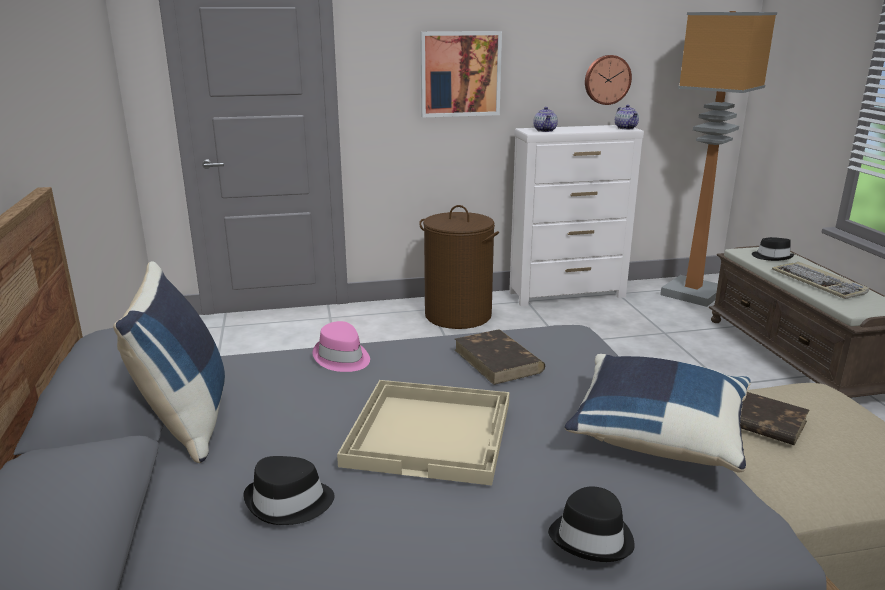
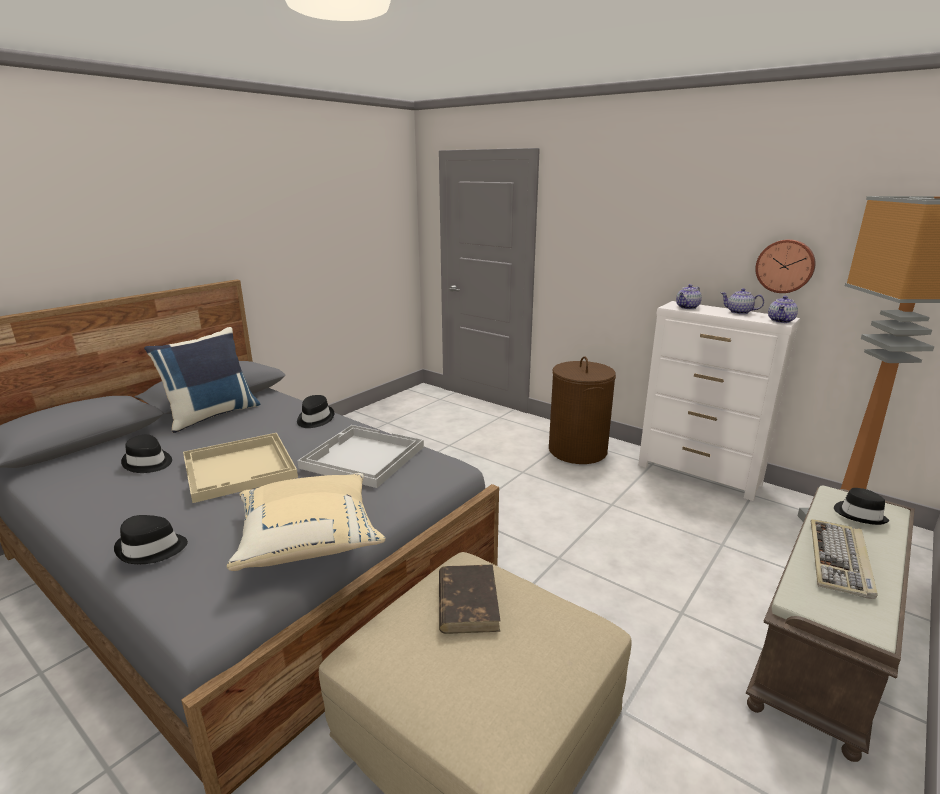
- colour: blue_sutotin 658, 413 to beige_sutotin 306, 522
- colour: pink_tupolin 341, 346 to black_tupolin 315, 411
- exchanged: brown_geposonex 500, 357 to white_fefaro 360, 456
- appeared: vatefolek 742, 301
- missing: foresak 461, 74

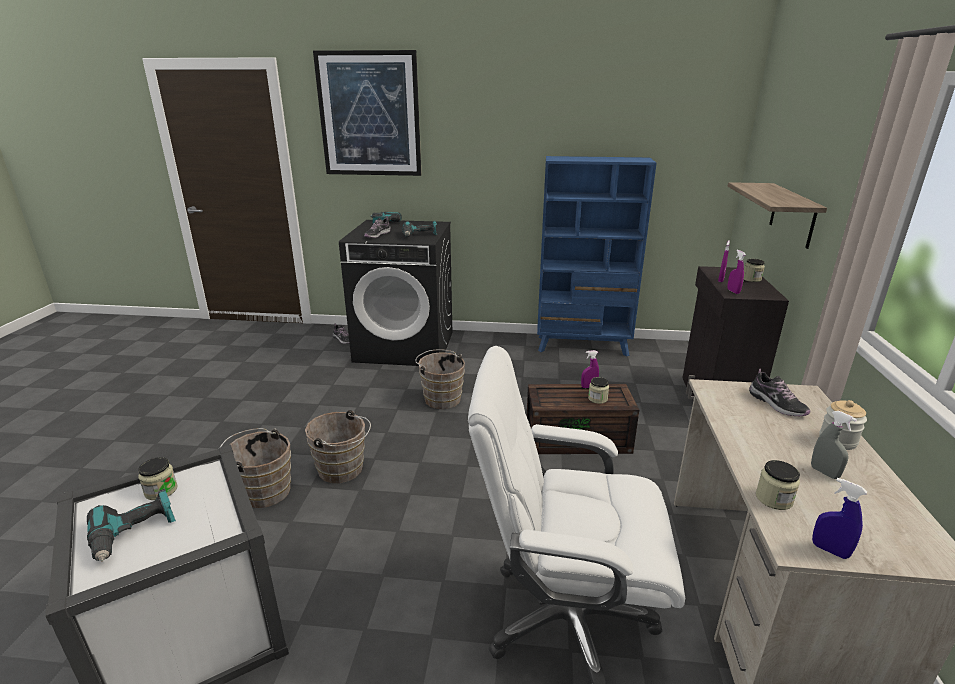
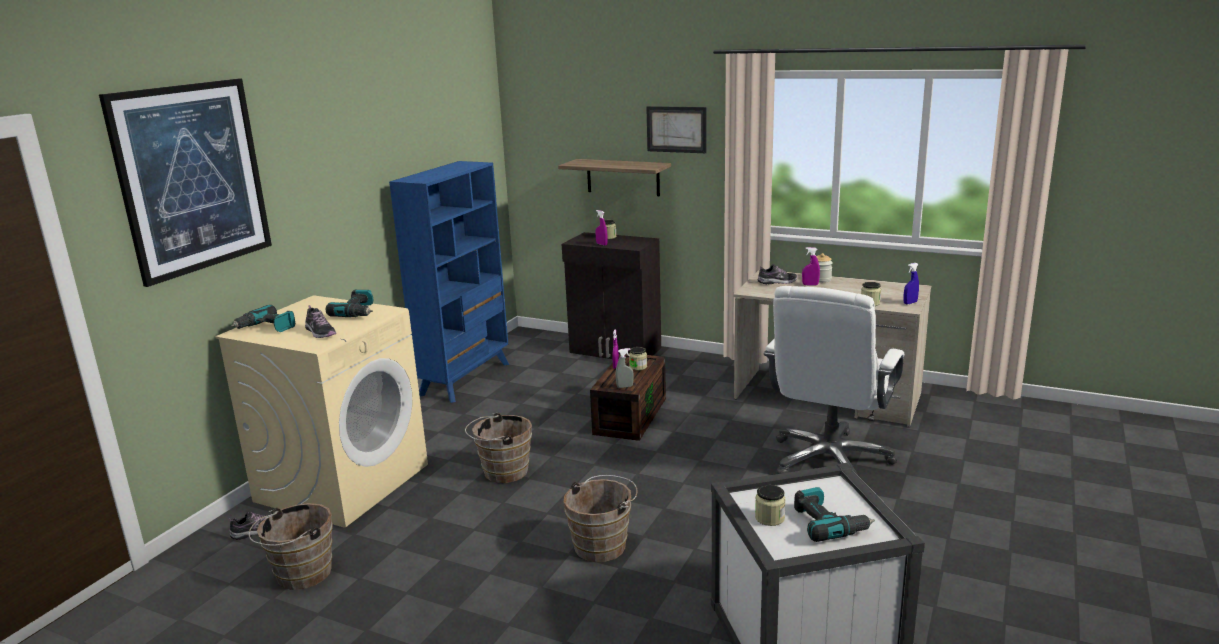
- colour: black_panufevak 395, 293 to beige_panufevak 321, 411
- relocated: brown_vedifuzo 255, 468 to 291, 546
- relocated: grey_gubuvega 834, 445 to 625, 368
- appeared: foresak 676, 129
- relocated: purple_gubuvega 736, 272 to 811, 266

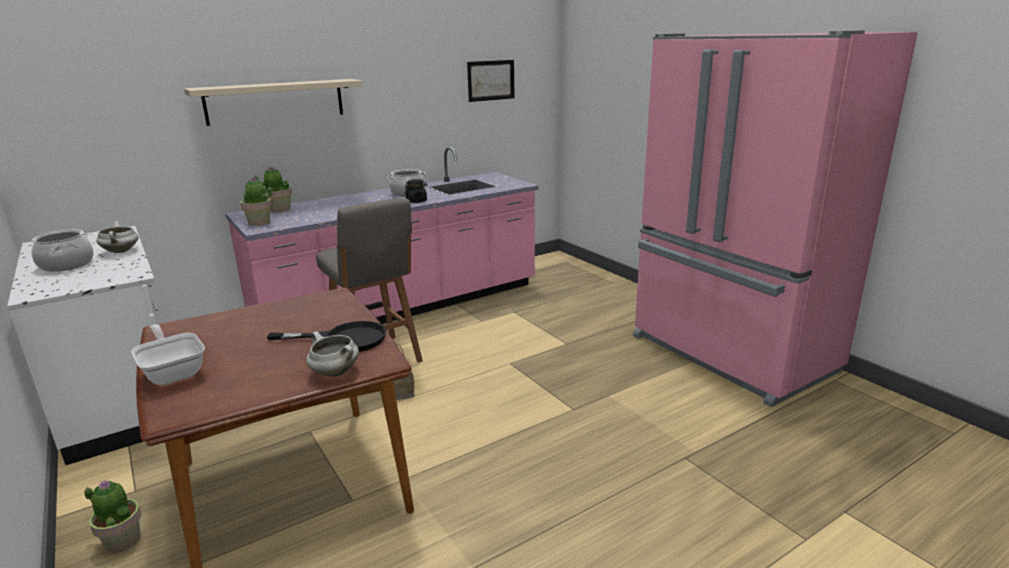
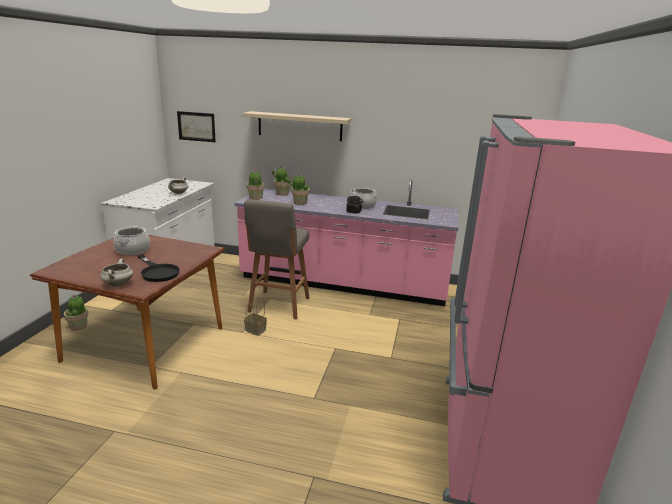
- relocated: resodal 62, 251 to 131, 241
- relocated: foresak 491, 81 to 196, 126
- appeared: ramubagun 298, 189
- missing: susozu 168, 354

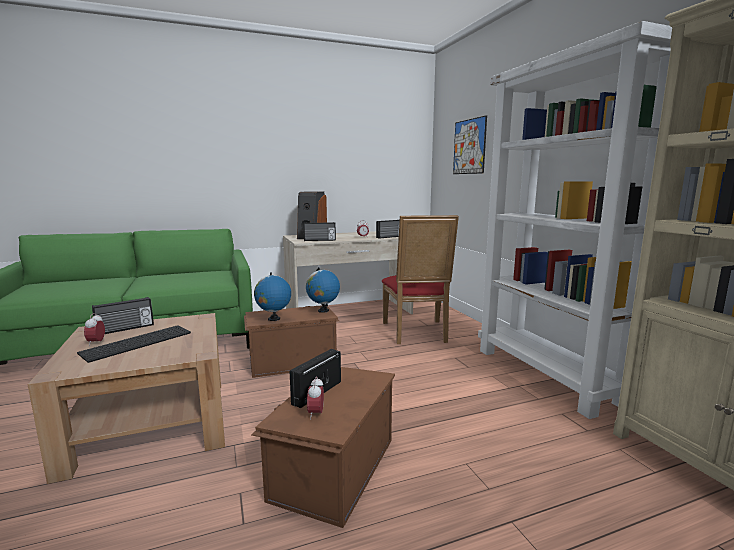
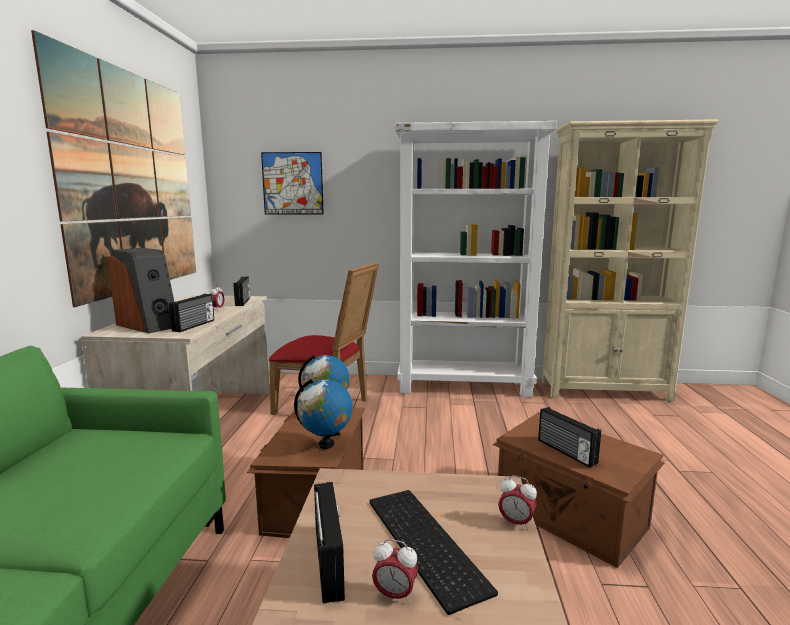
- appeared: foresak 113, 168
- relocated: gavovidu 315, 398 to 517, 502

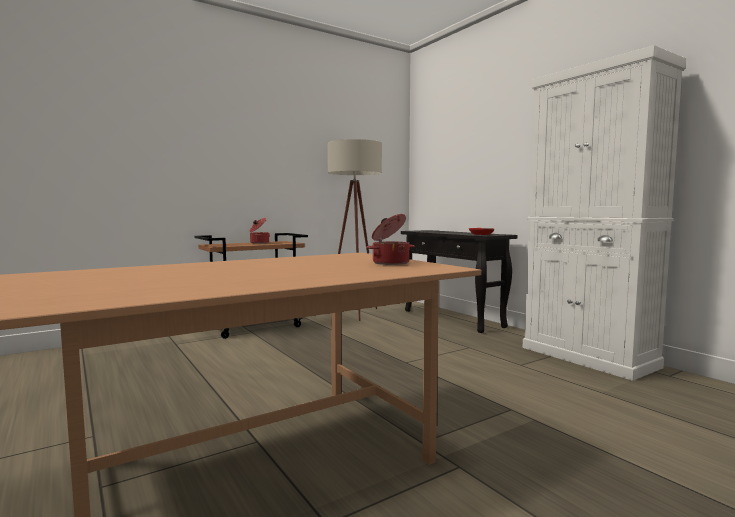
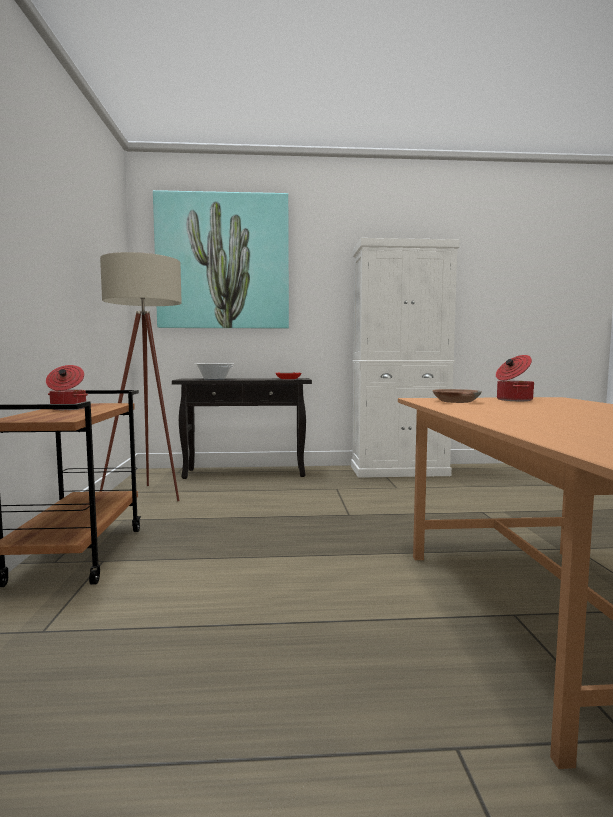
- appeared: foresak 221, 259
- appeared: resodal 214, 371
- appeared: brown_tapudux 457, 396

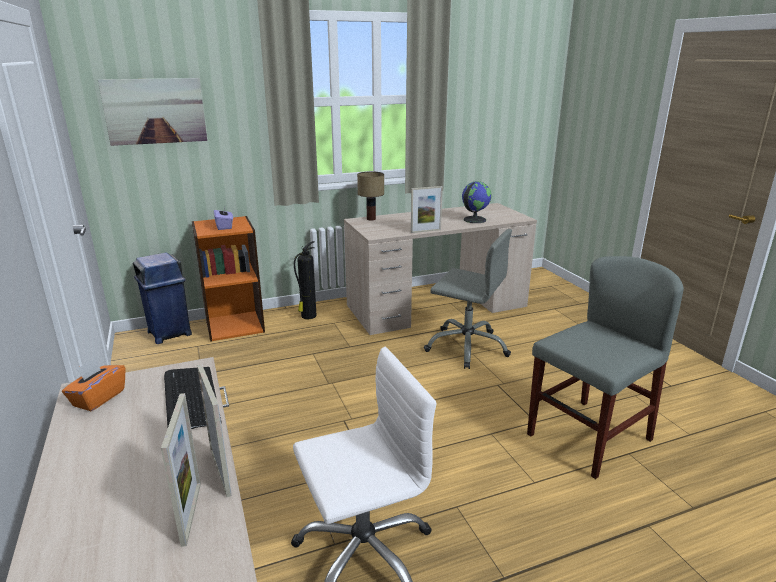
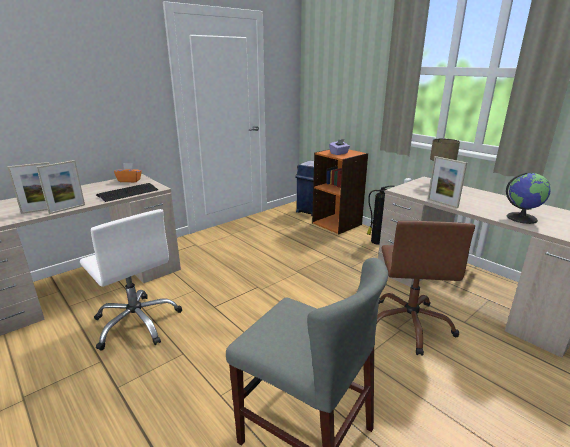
- colour: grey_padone 468, 299 to brown_padone 425, 288
- missing: foresak 152, 112

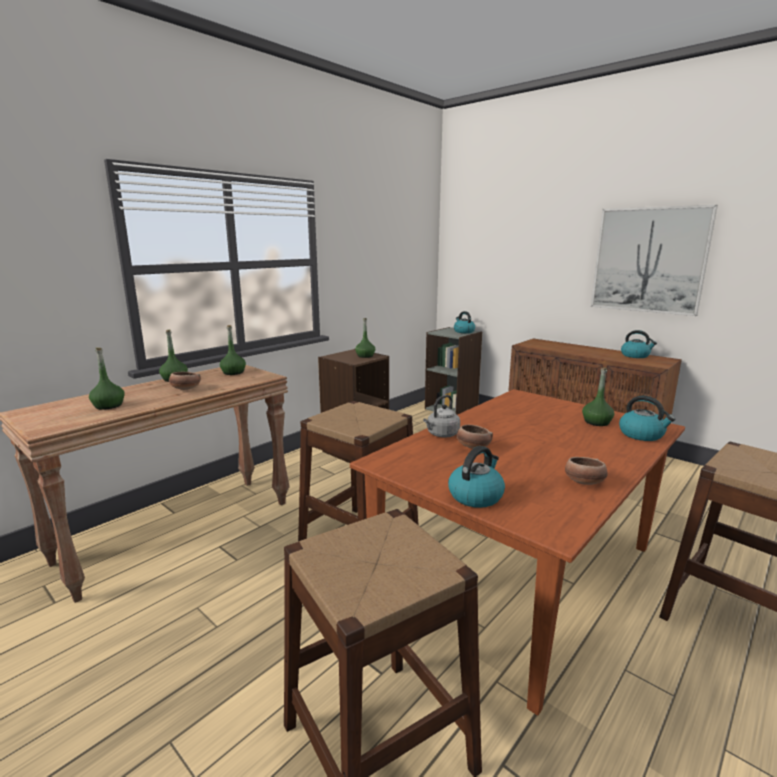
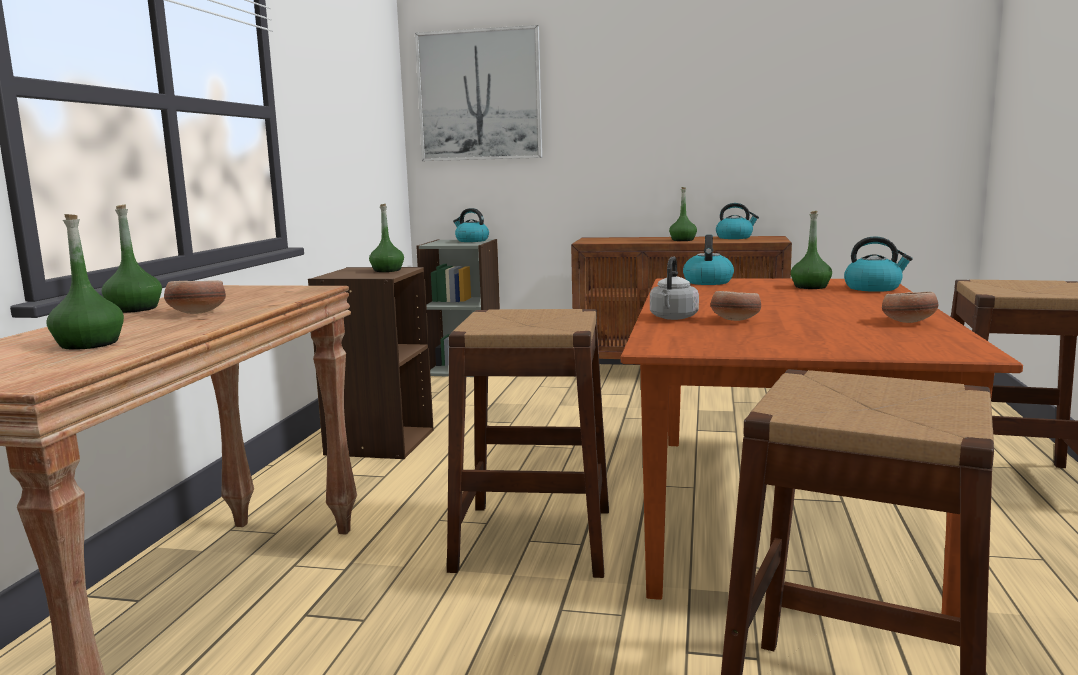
- relocated: foresak 654, 260 to 478, 93
- relocated: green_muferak 233, 350 to 683, 214
- relocated: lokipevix 476, 477 to 708, 260

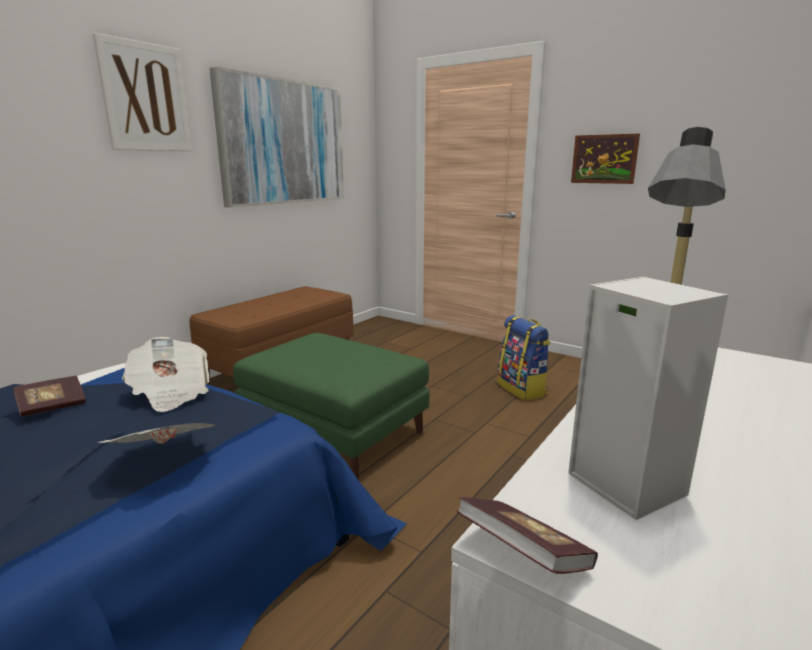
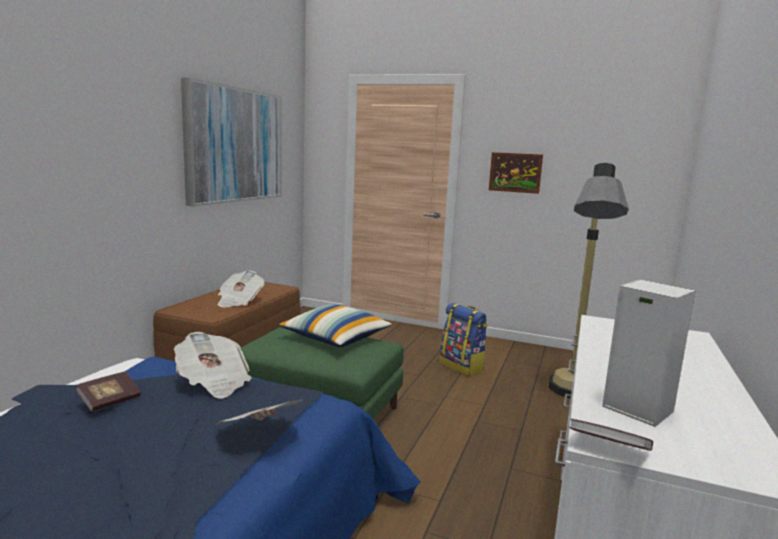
- appeared: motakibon 241, 289
- appeared: sutotin 335, 325
- missing: foresak 142, 92

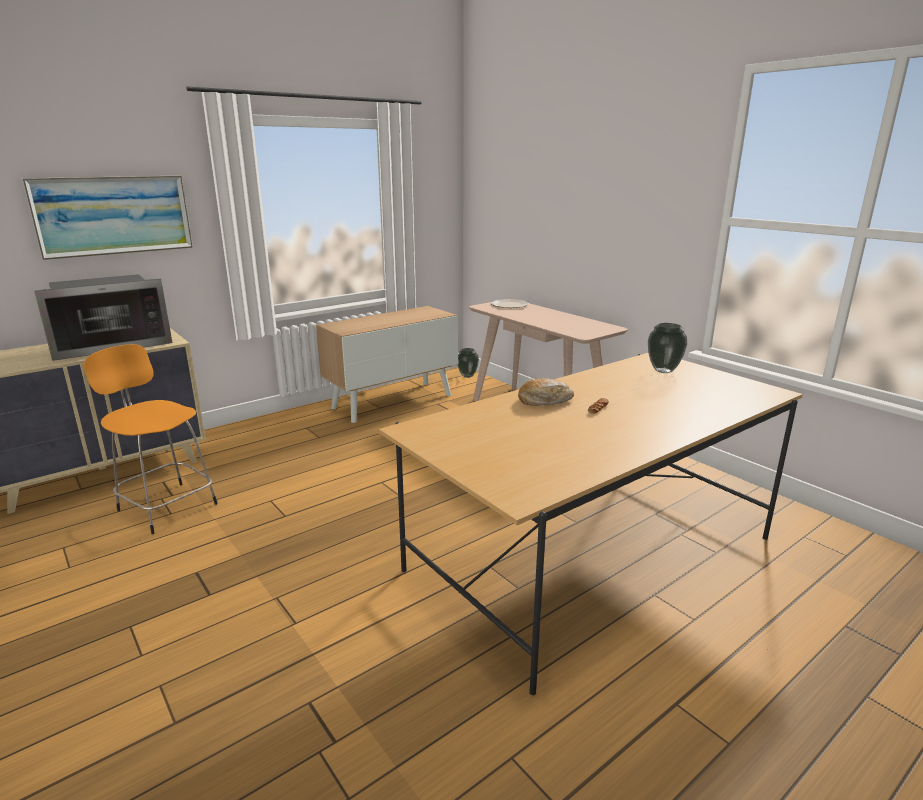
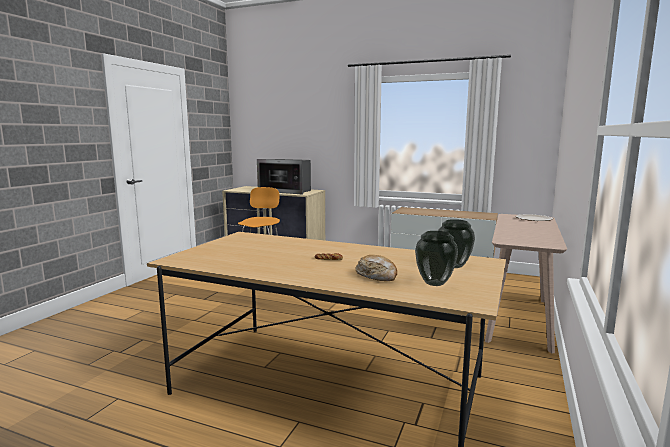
- relocated: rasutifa 546, 392 to 376, 268
- relocated: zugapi 468, 363 to 436, 258
- missing: foresak 107, 218

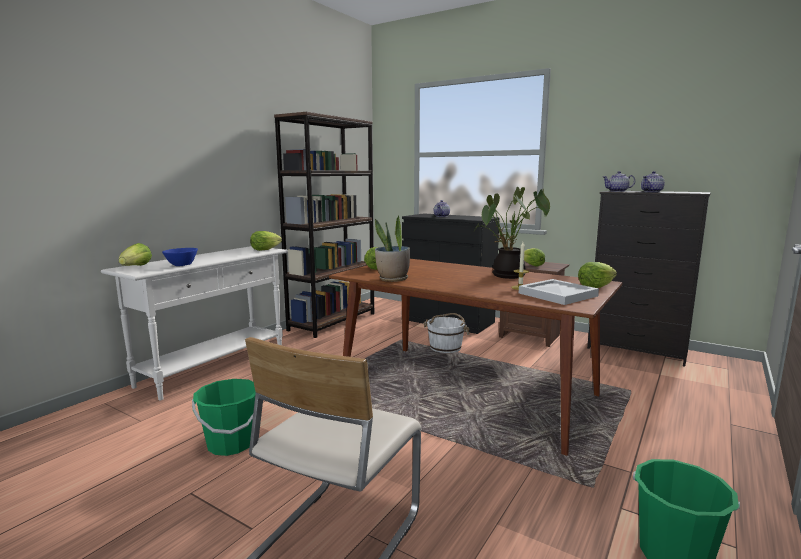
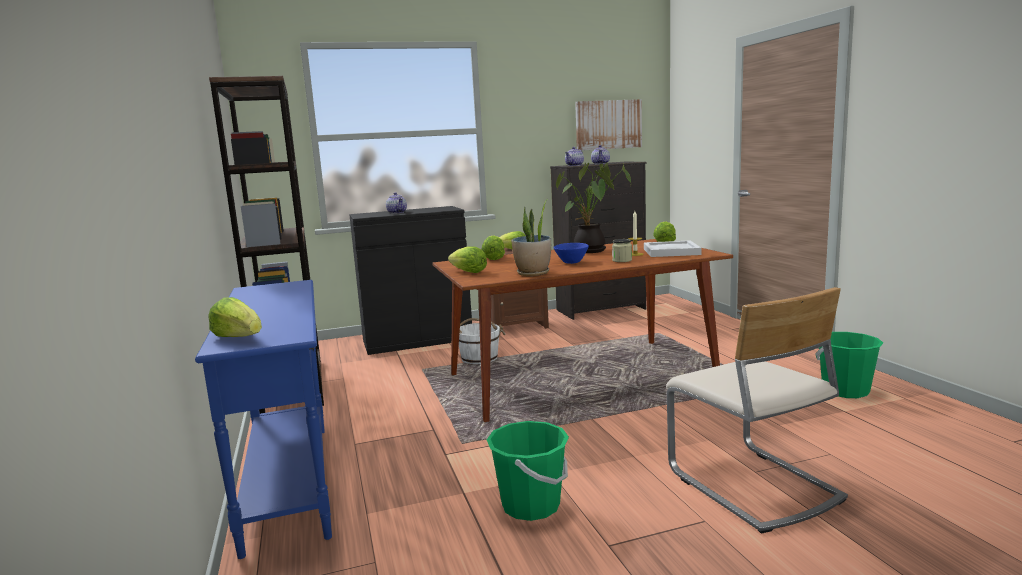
- colour: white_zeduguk 194, 323 to blue_zeduguk 263, 419
- relocated: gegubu 266, 241 to 493, 247
- relocated: blue_tapudux 180, 257 to 571, 253
- appeared: foresak 608, 125
- appeared: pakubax 622, 250

